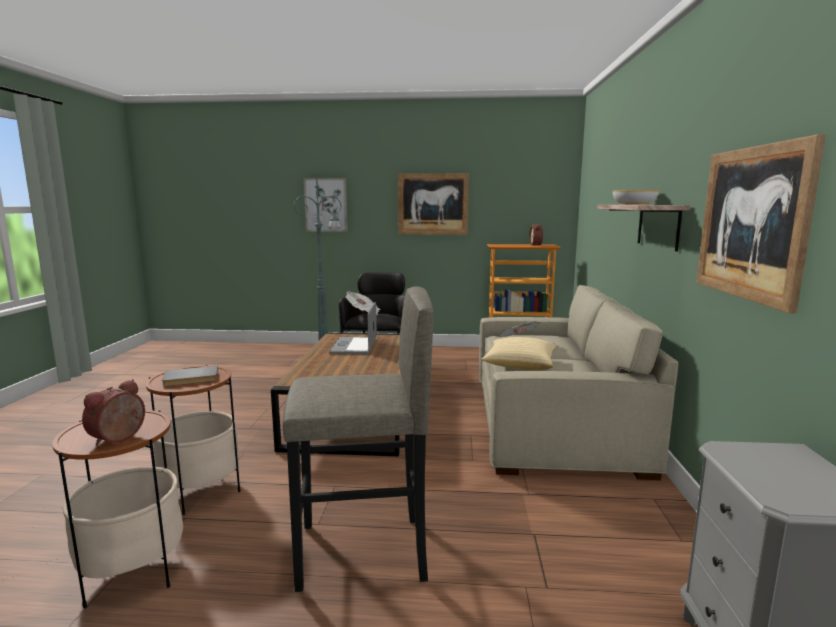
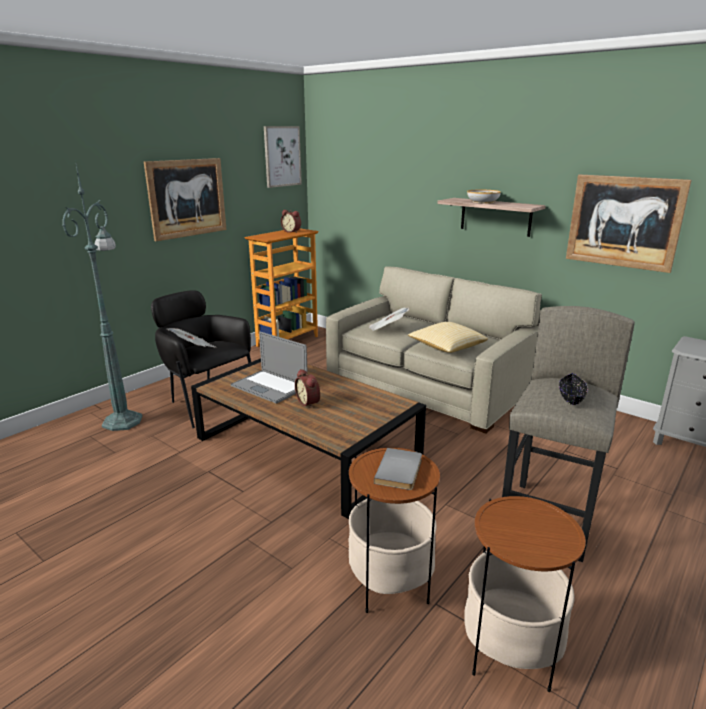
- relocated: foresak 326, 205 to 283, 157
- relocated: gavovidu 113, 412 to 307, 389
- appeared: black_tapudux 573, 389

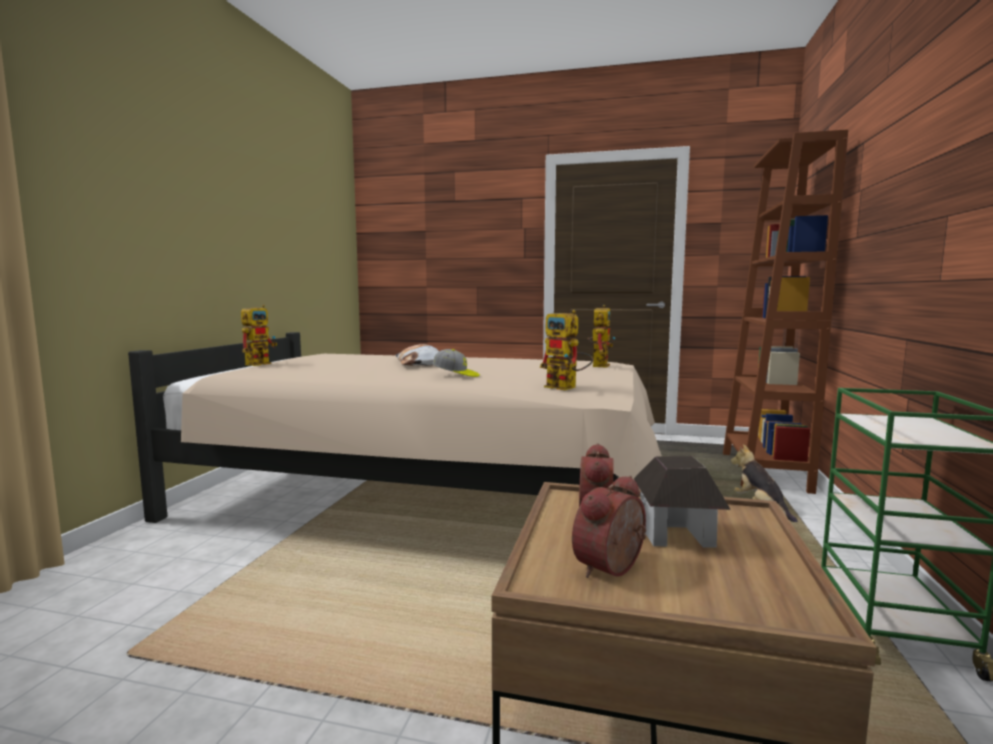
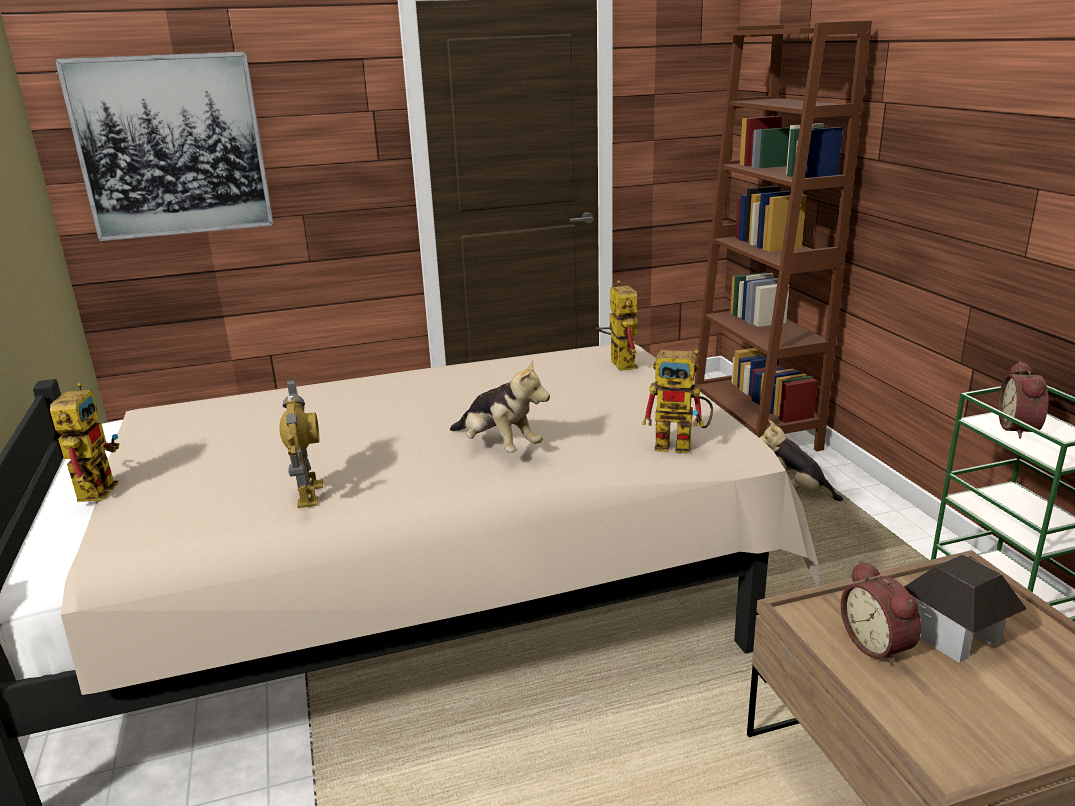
- appeared: foresak 164, 146
- appeared: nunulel 301, 443
- exchanged: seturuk 456, 363 to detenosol 500, 406
- relocated: gavovidu 609, 526 to 1023, 400
- missing: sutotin 417, 355

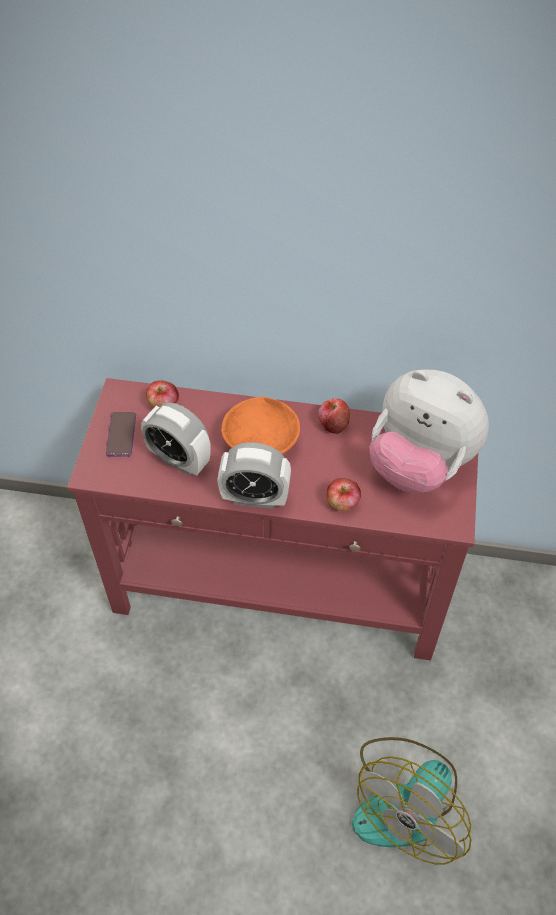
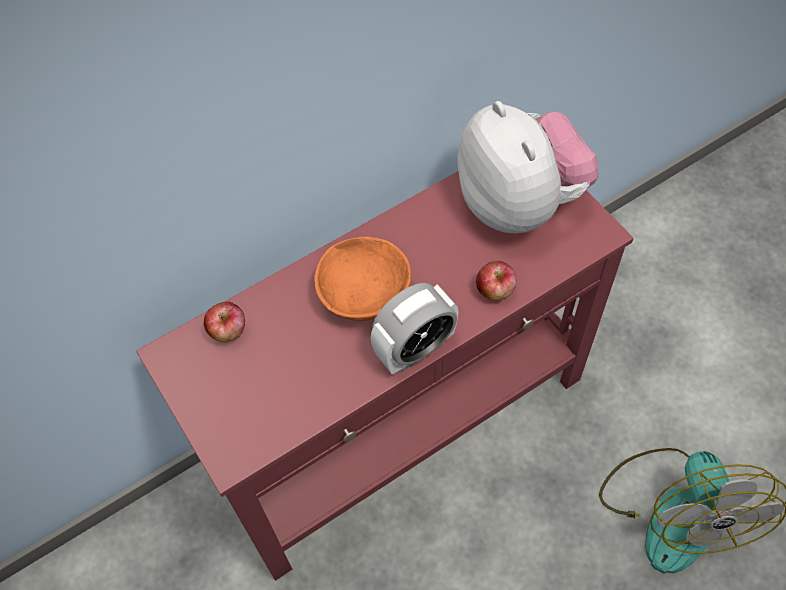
- spun: detenosol 429, 431 = 528, 167 105 degrees counterclockwise
- missing: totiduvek 121, 434
- missing: gavovidu 176, 439
- missing: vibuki 334, 416

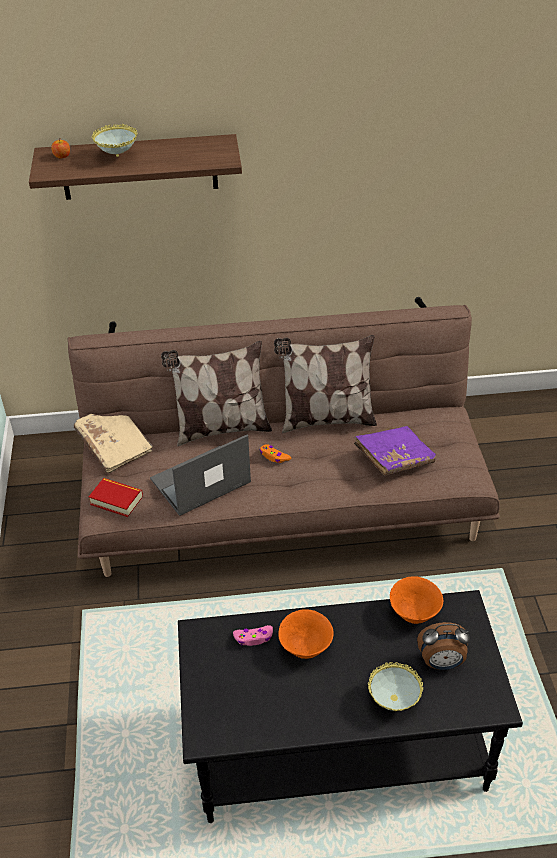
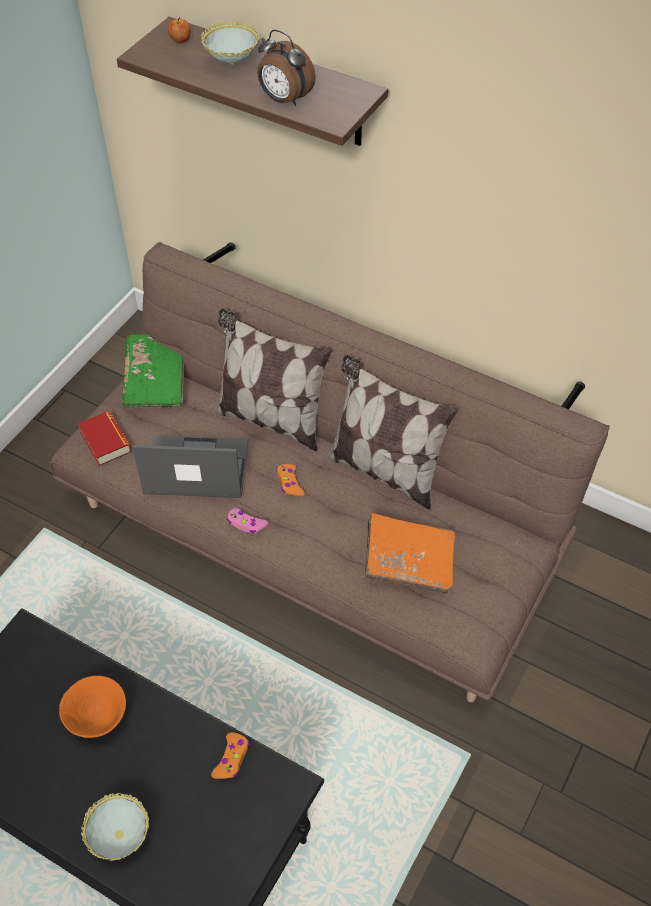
- colour: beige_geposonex 113, 443 to green_geposonex 152, 371
- exchanged: orange_tapudux 416, 600 to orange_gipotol 230, 755
- relocated: pink_gipotol 253, 635 to 247, 521
- relocated: gavovidu 443, 646 to 286, 68
- colour: purple_geposonex 395, 450 to orange_geposonex 410, 553

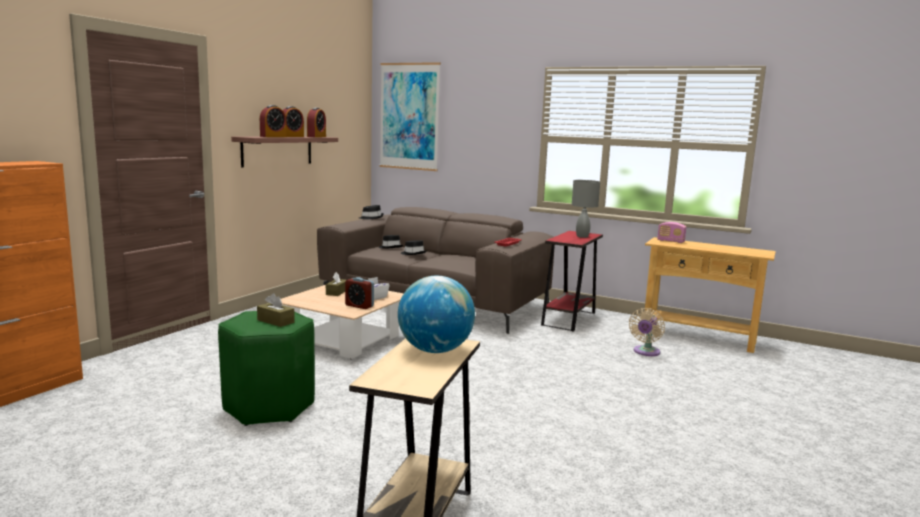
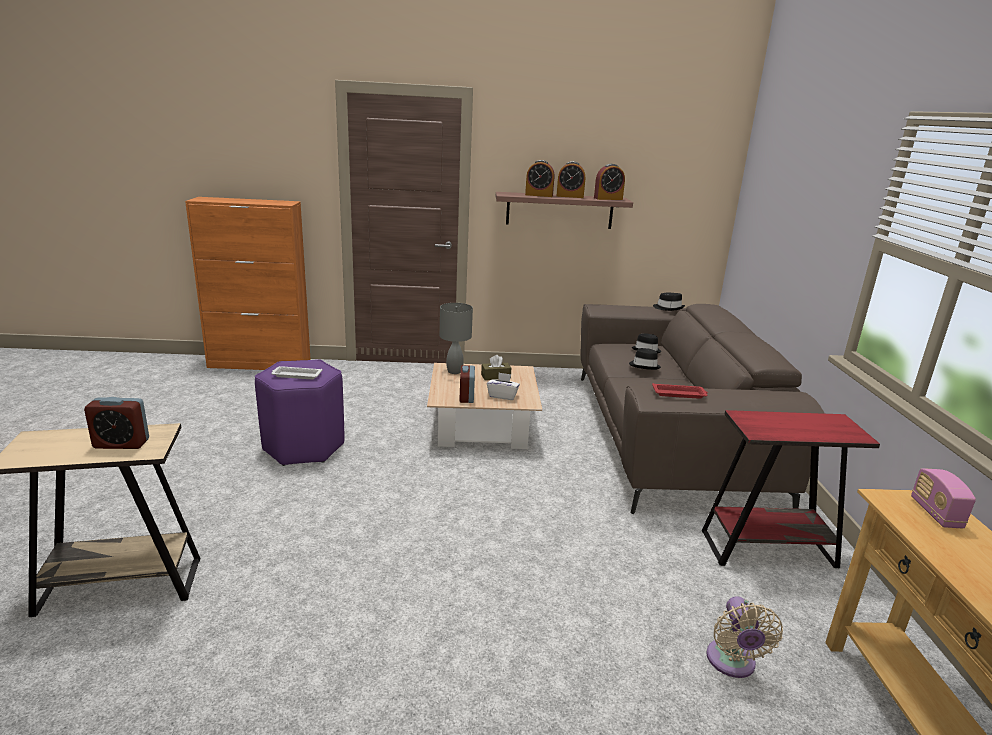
- exchanged: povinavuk 436, 314 to gavovidu 116, 423
- colour: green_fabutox 266, 368 to purple_fabutox 299, 412
- exchanged: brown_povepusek 276, 310 to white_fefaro 296, 372
- relocated: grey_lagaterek 586, 209 to 456, 338
- spun: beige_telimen 647, 332 = 744, 637 90 degrees counterclockwise
- missing: foresak 410, 116

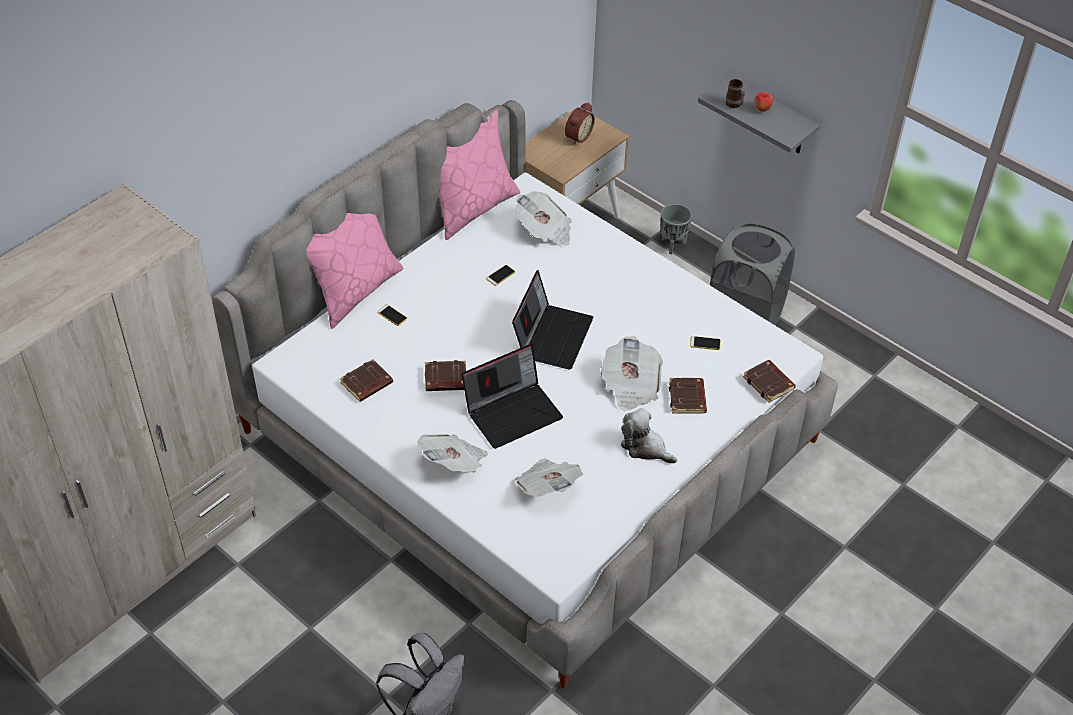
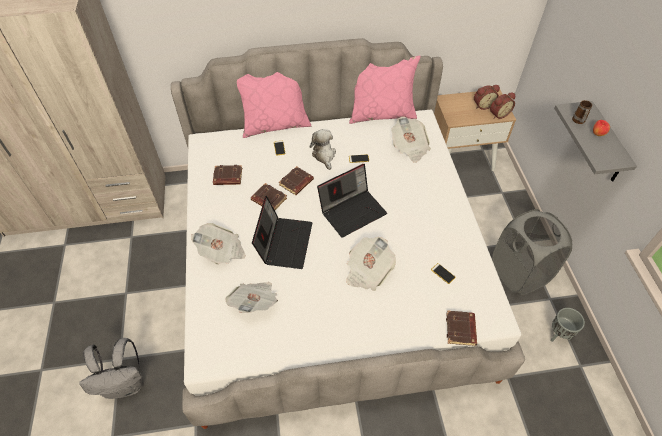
- spun: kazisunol 512, 396 = 282, 232 90 degrees counterclockwise
- relocated: brown_geposonex 688, 396 to 296, 180
- relocated: detenosol 649, 435 to 322, 149
- appeared: gavovidu 502, 105
- relocated: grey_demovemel 676, 229 to 568, 325

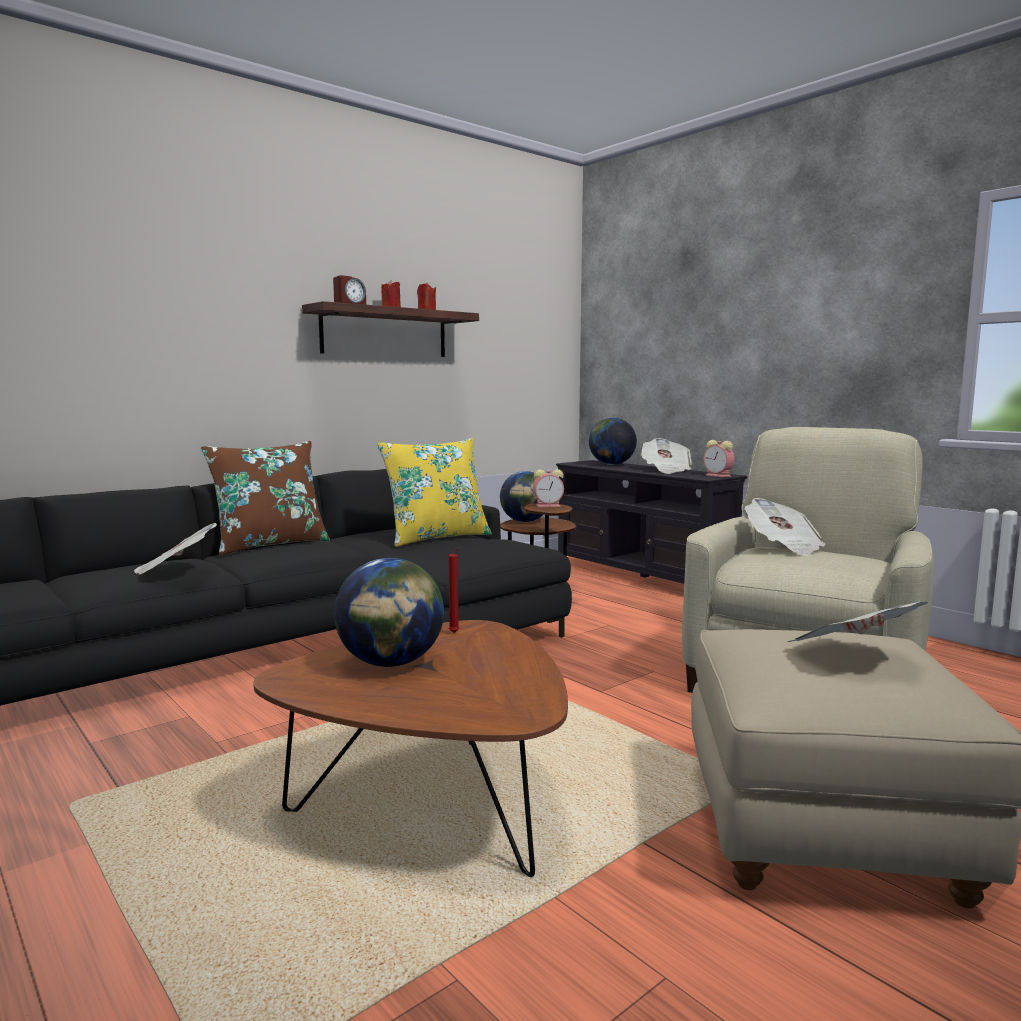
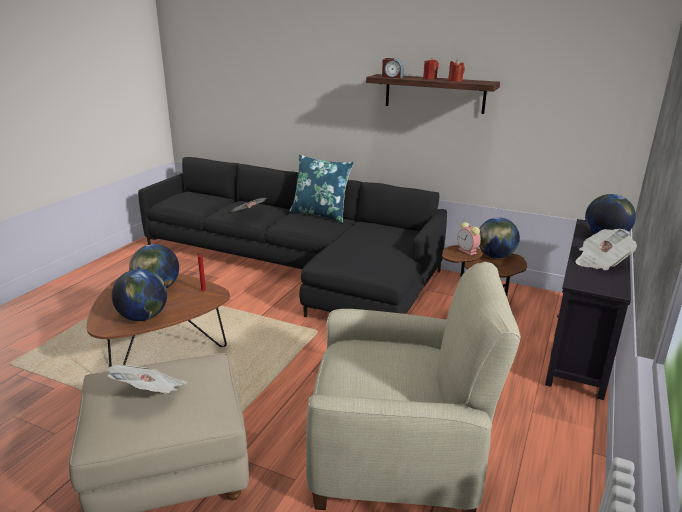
- appeared: povinavuk 139, 295
- colour: brown_sutotin 265, 498 to blue_sutotin 321, 188
- missing: yellow_sutotin 434, 492
- missing: gavovidu 719, 458
- missing: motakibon 785, 527

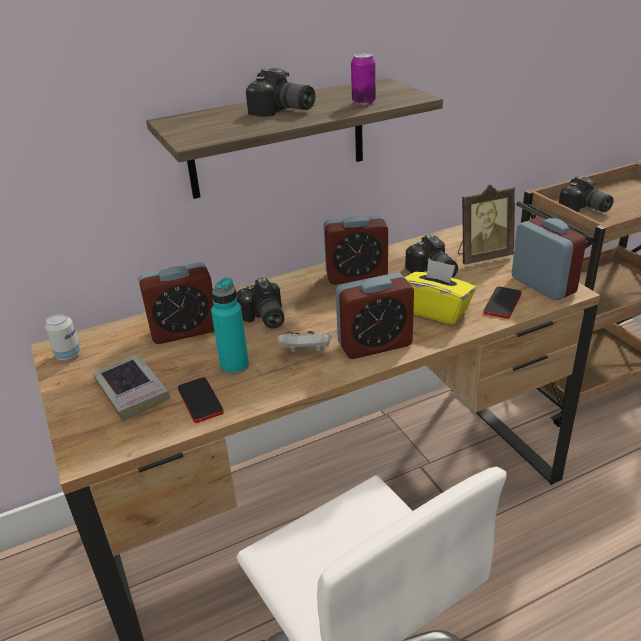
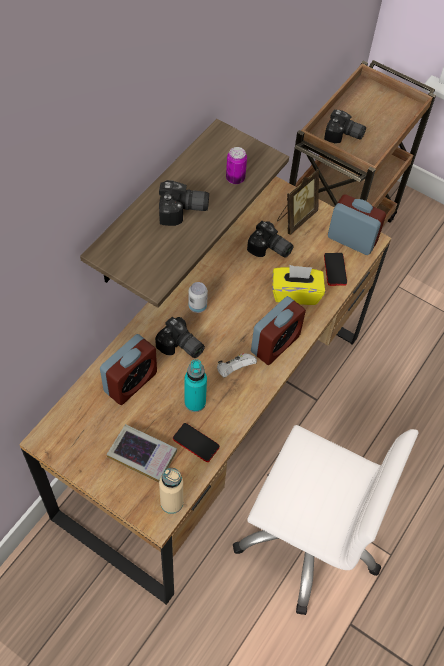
- appeared: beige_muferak 171, 491
- relocated: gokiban 63, 337 to 198, 297
- missing: gavovidu 356, 250

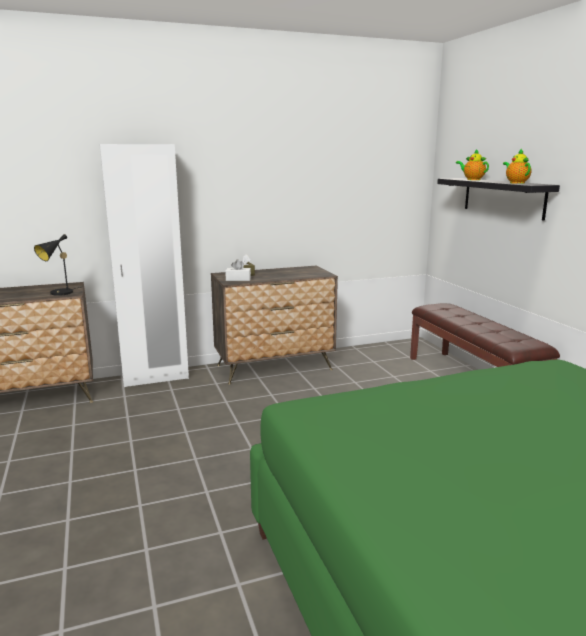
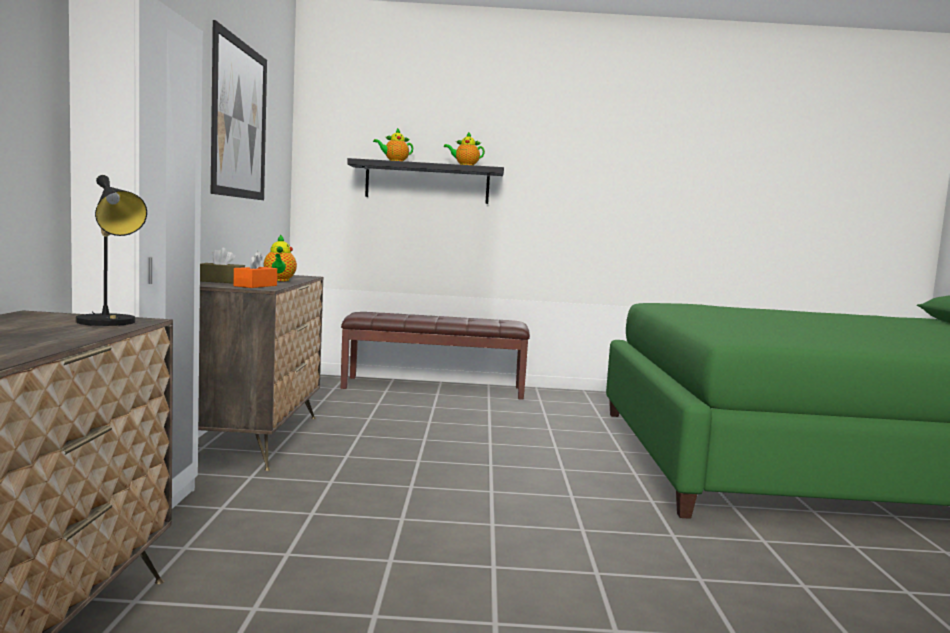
- appeared: foresak 239, 110
- colour: white_povepusek 238, 270 to orange_povepusek 255, 269
- appeared: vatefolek 280, 257

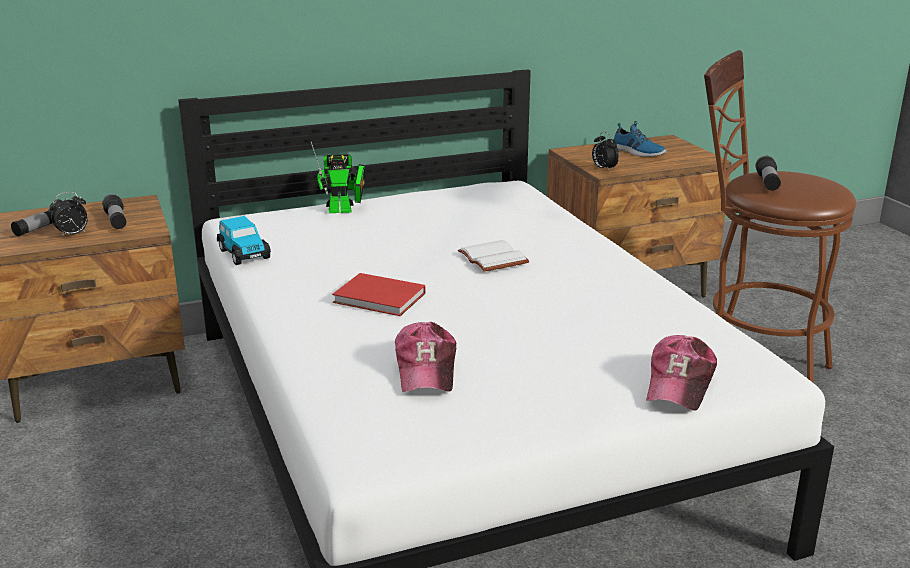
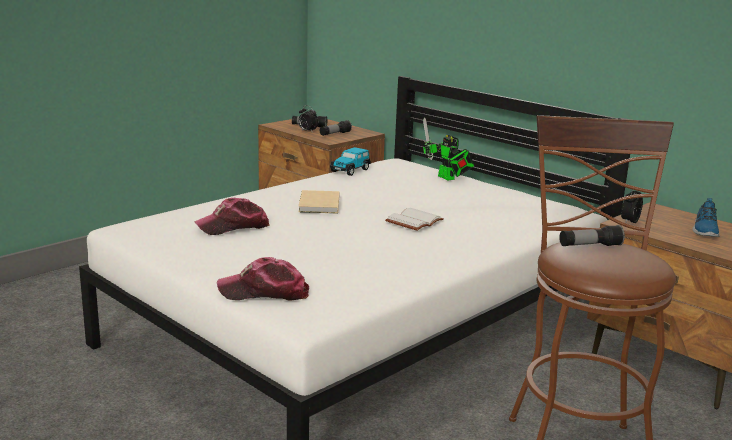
- colour: red_geposonex 378, 294 to beige_geposonex 318, 202

